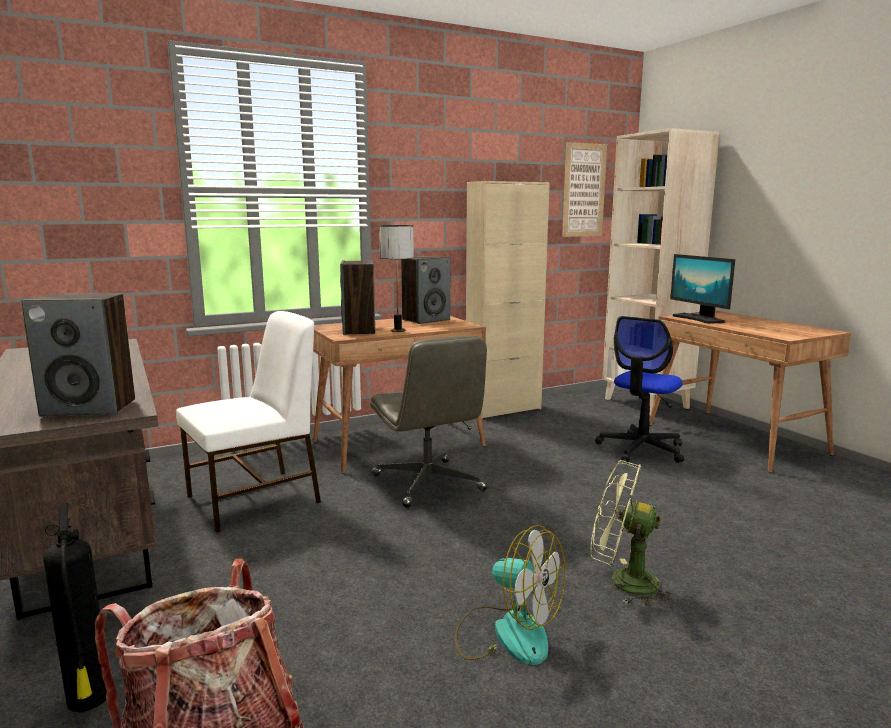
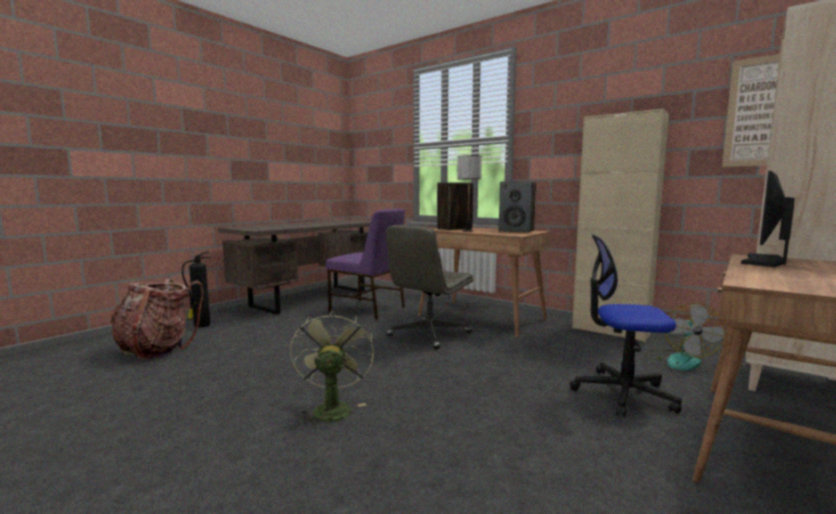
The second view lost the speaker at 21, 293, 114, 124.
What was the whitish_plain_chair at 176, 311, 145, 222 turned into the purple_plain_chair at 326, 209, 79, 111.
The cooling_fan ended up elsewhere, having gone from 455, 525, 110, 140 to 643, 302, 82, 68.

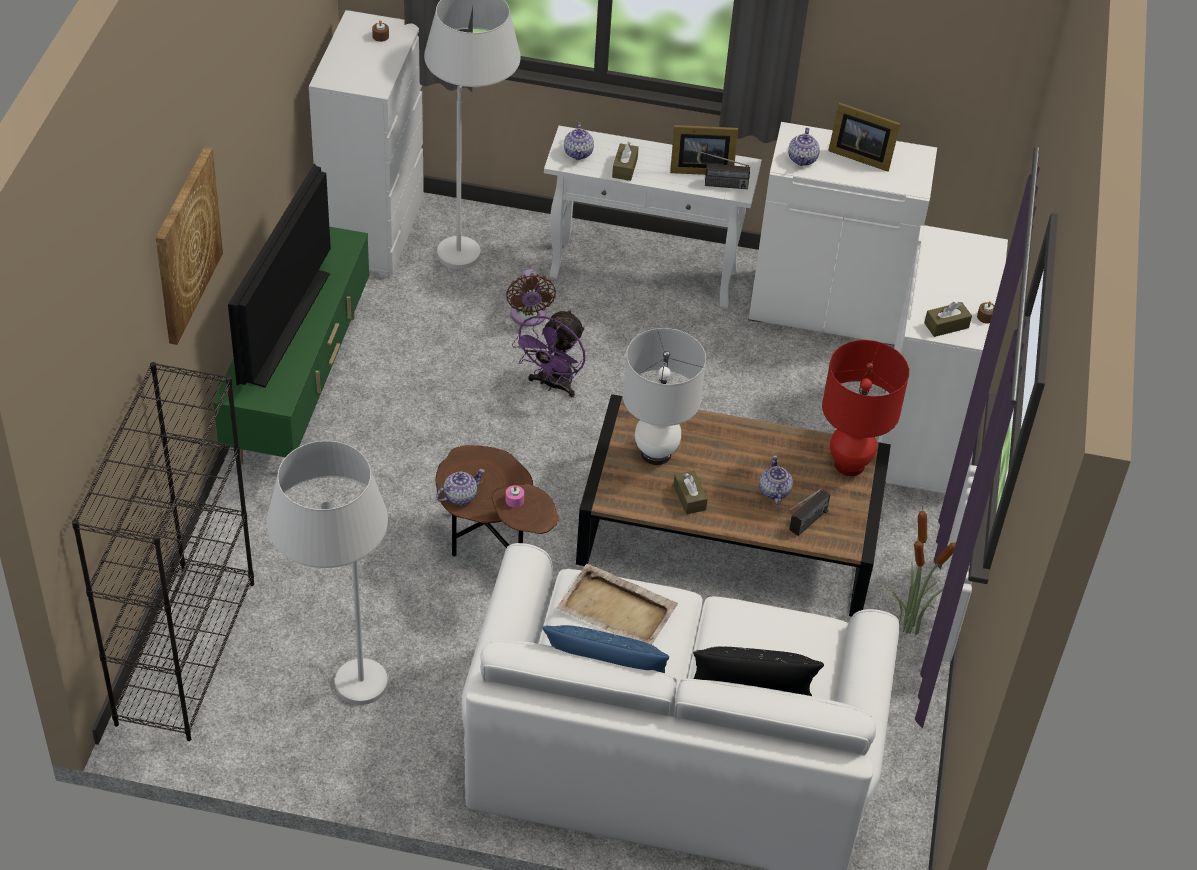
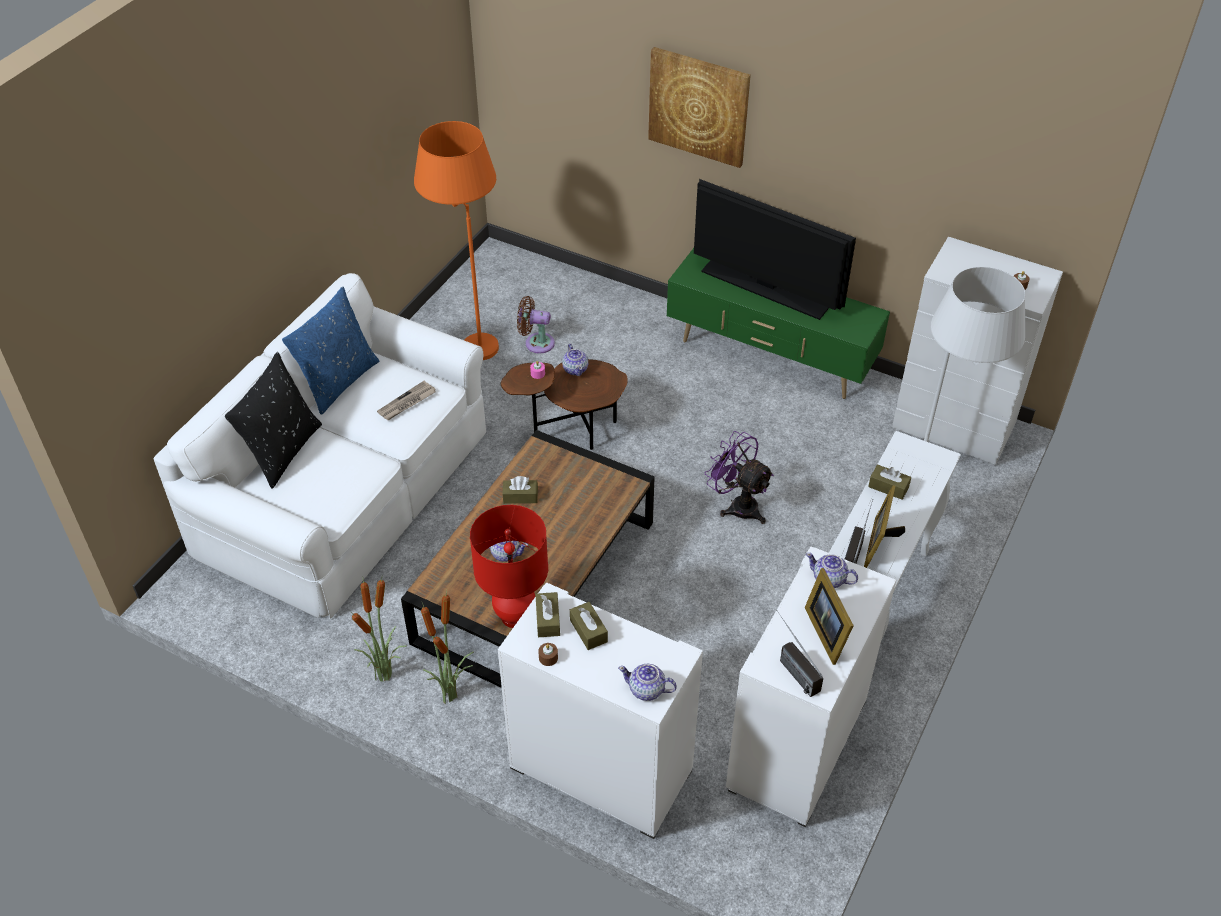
The second view lost the black_bookshelf at 72, 362, 182, 379.
What was the whitish_standing_lamp at 267, 441, 121, 264 turned into the orangey_standing_lamp at 414, 121, 85, 239.
The brownish_cooling_fan ended up elsewhere, having gone from 506, 269, 50, 58 to 517, 296, 38, 58.
Where the beige_tray stood at 556, 564, 122, 81, the printed_paper came to stand at 377, 381, 59, 39.
The tea_pot ended up elsewhere, having gone from 564, 122, 30, 38 to 618, 663, 59, 38.
The second view lost the whitish_lamp_for_a_table at 623, 328, 83, 137.
The radio_set ended up elsewhere, having gone from 779, 489, 51, 47 to 776, 610, 47, 87.
The picture_frame at 828, 103, 73, 69 ended up facing another way, 60 degrees counterclockwise from before.
The second view gained the houseplant at 421, 588, 53, 116.
The second view gained the brownish_tissue_holder at 570, 602, 38, 48.

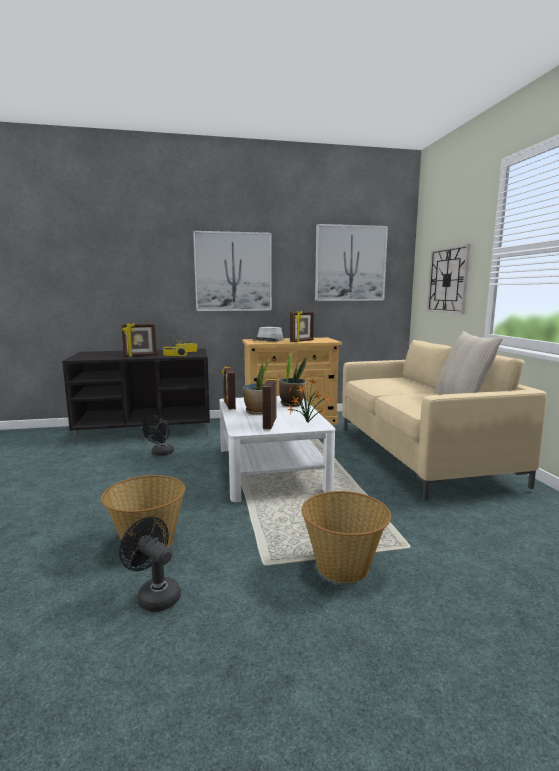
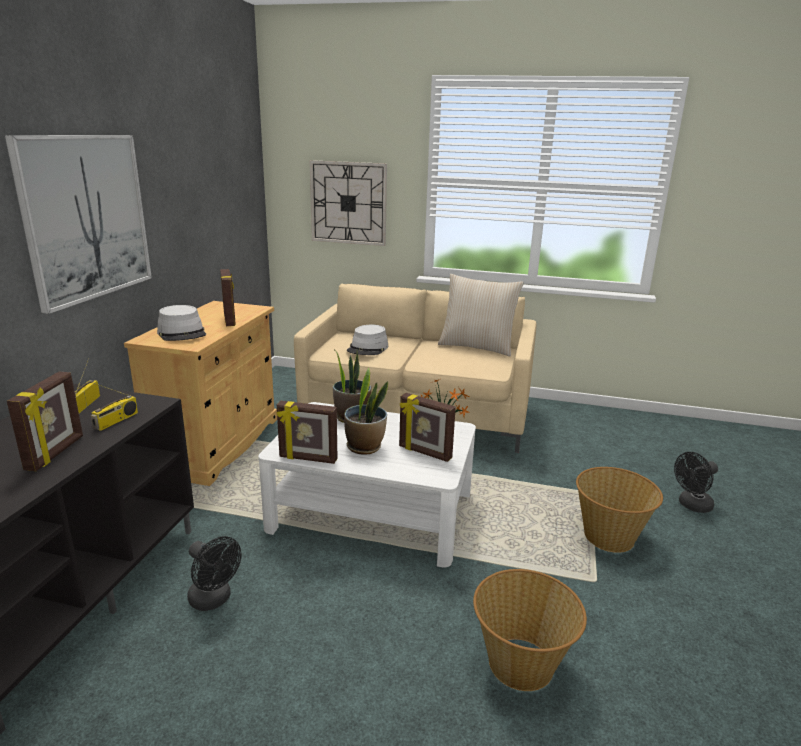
The black_cooling_fan ended up elsewhere, having gone from 119, 516, 62, 96 to 674, 452, 44, 61.
The second view lost the picture at 315, 224, 73, 77.
The second view gained the greyish_wearable_hat at 347, 325, 41, 30.

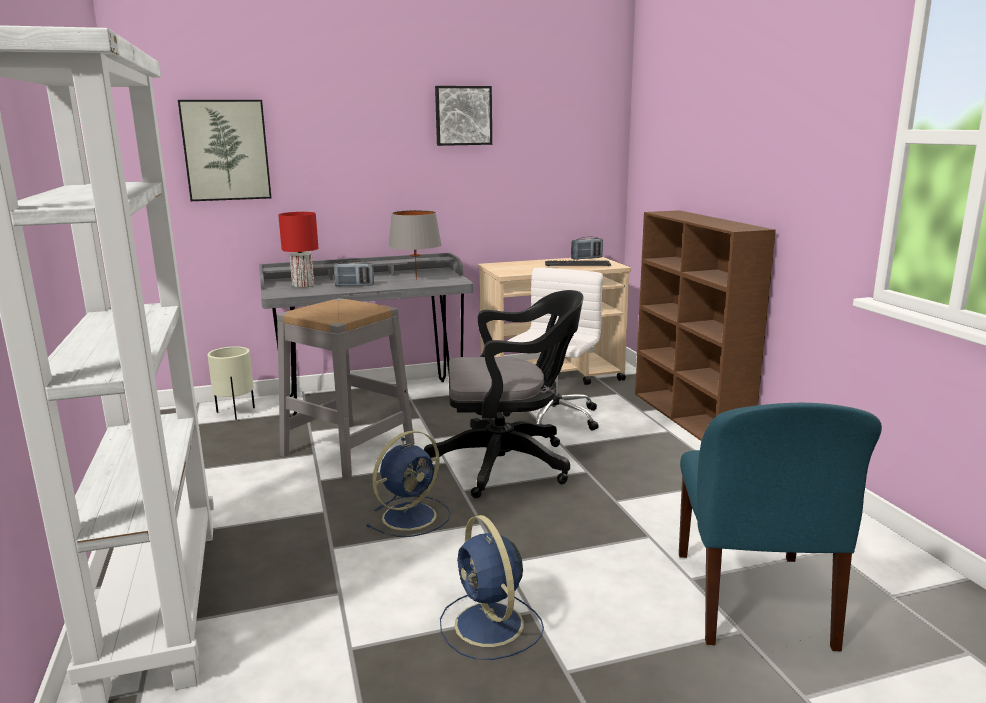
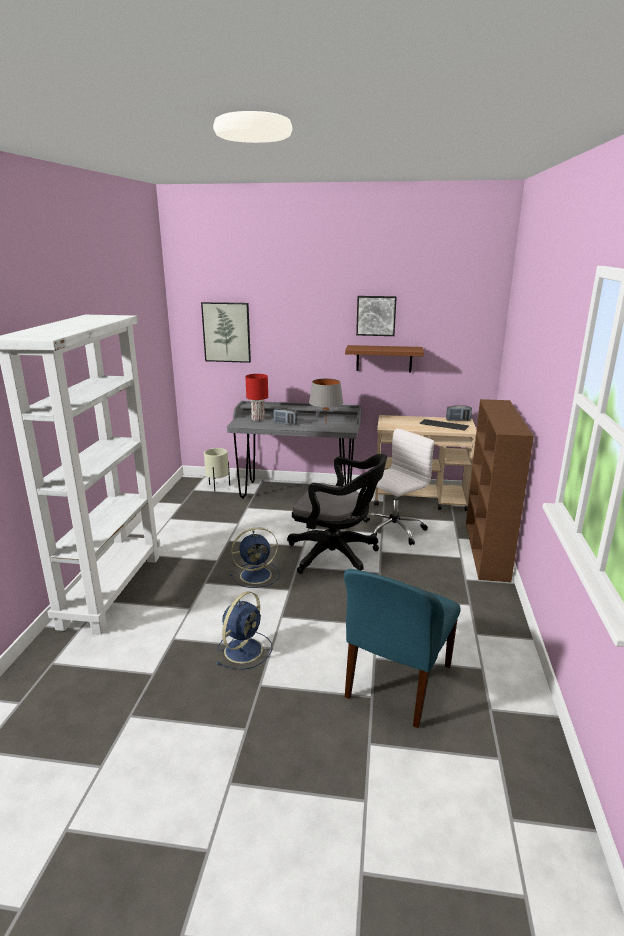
The second view lost the greyish_sitting_stool at 277, 298, 138, 181.
The blue-coloured_cooling_fan at 440, 515, 104, 145 ended up facing another way, 150 degrees counterclockwise from before.
The second view gained the brownish_wall_shelf at 345, 345, 79, 27.

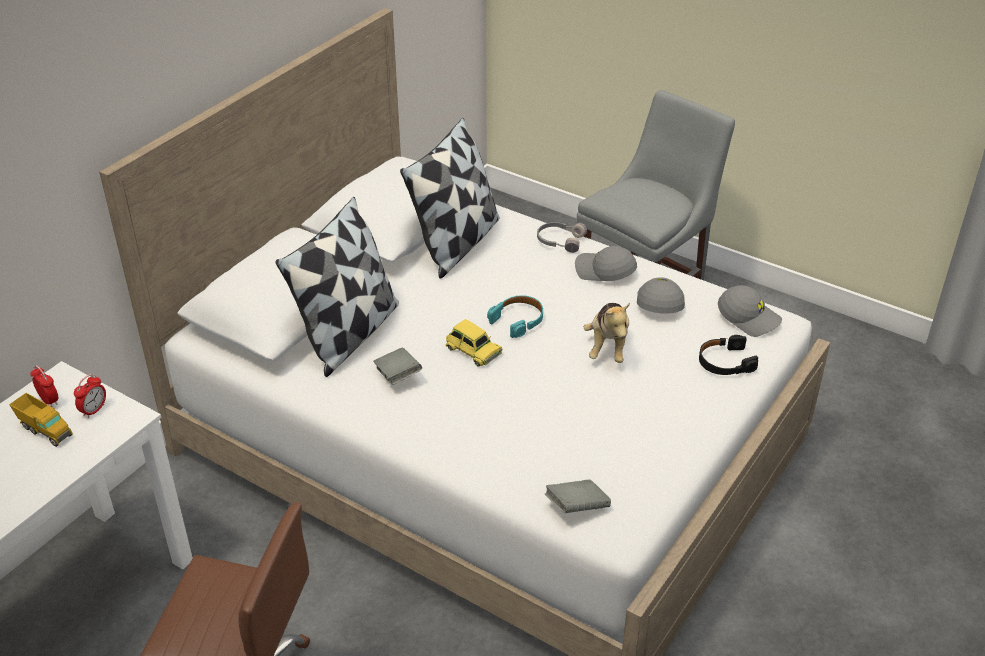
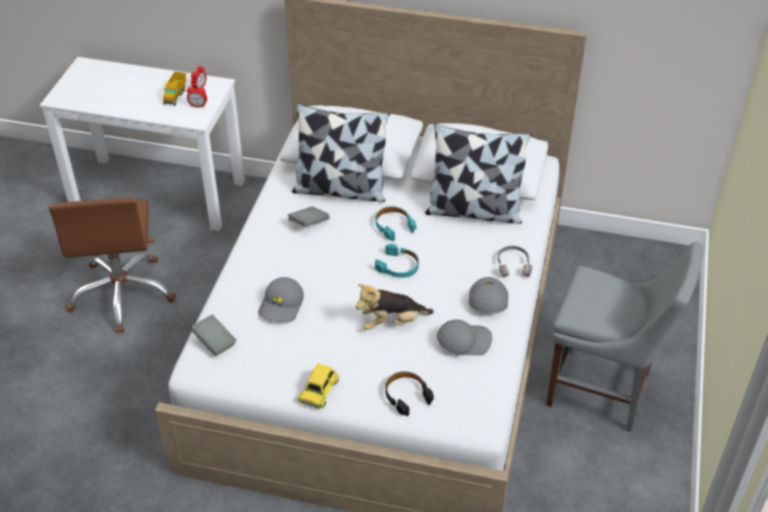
The yellow_toy_car ended up elsewhere, having gone from 446, 319, 57, 48 to 298, 363, 41, 46.
The greyish_cap ended up elsewhere, having gone from 718, 285, 64, 52 to 258, 277, 46, 45.
The second view gained the turquoise-coloured_headset at 375, 206, 41, 35.

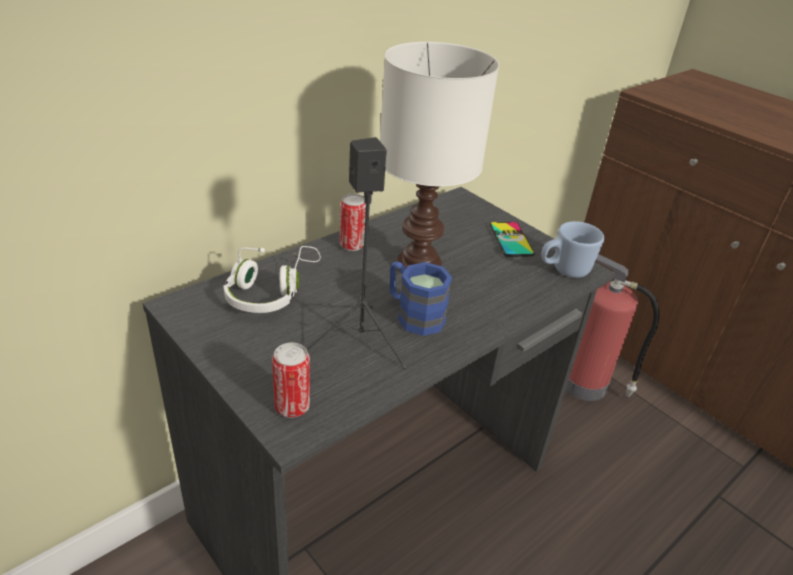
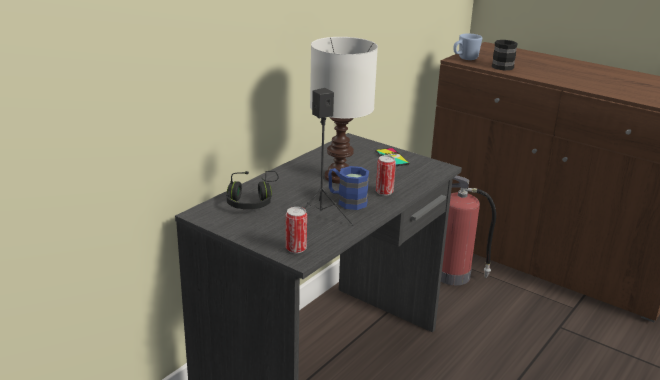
What was the whitish_headset at 223, 246, 98, 67 turned into the black_headset at 226, 171, 53, 38.
The sealed_can ended up elsewhere, having gone from 339, 194, 27, 57 to 376, 155, 20, 41.
The blue-coloured_tea_mug ended up elsewhere, having gone from 541, 221, 63, 57 to 453, 34, 29, 26.
The second view gained the black_tea_mug at 492, 40, 26, 31.

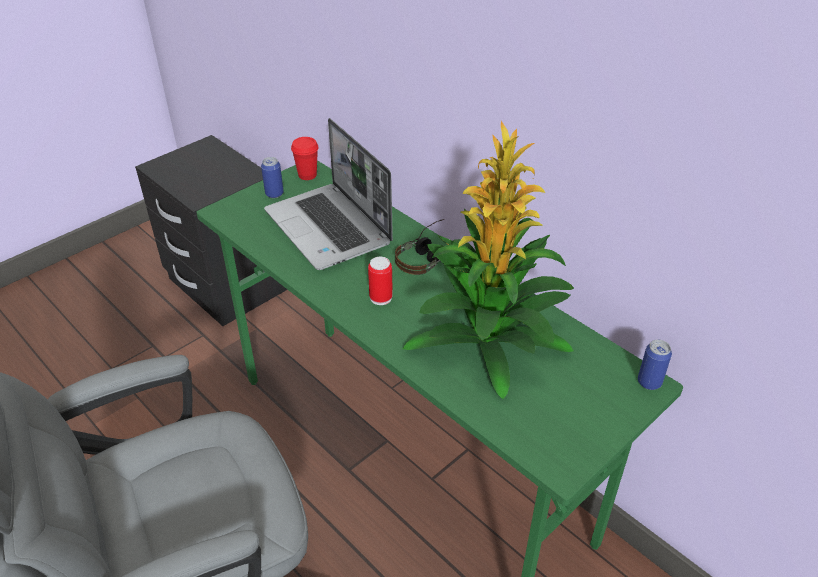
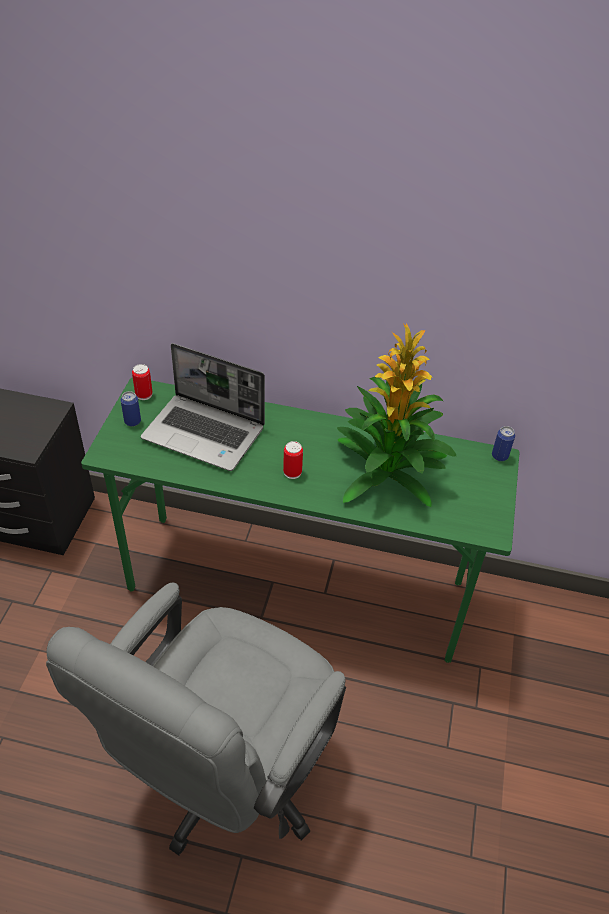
Where the red-coloured_cup stood at 291, 137, 28, 43, the sealed_can came to stand at 132, 364, 21, 36.
The second view lost the headset at 395, 219, 49, 56.

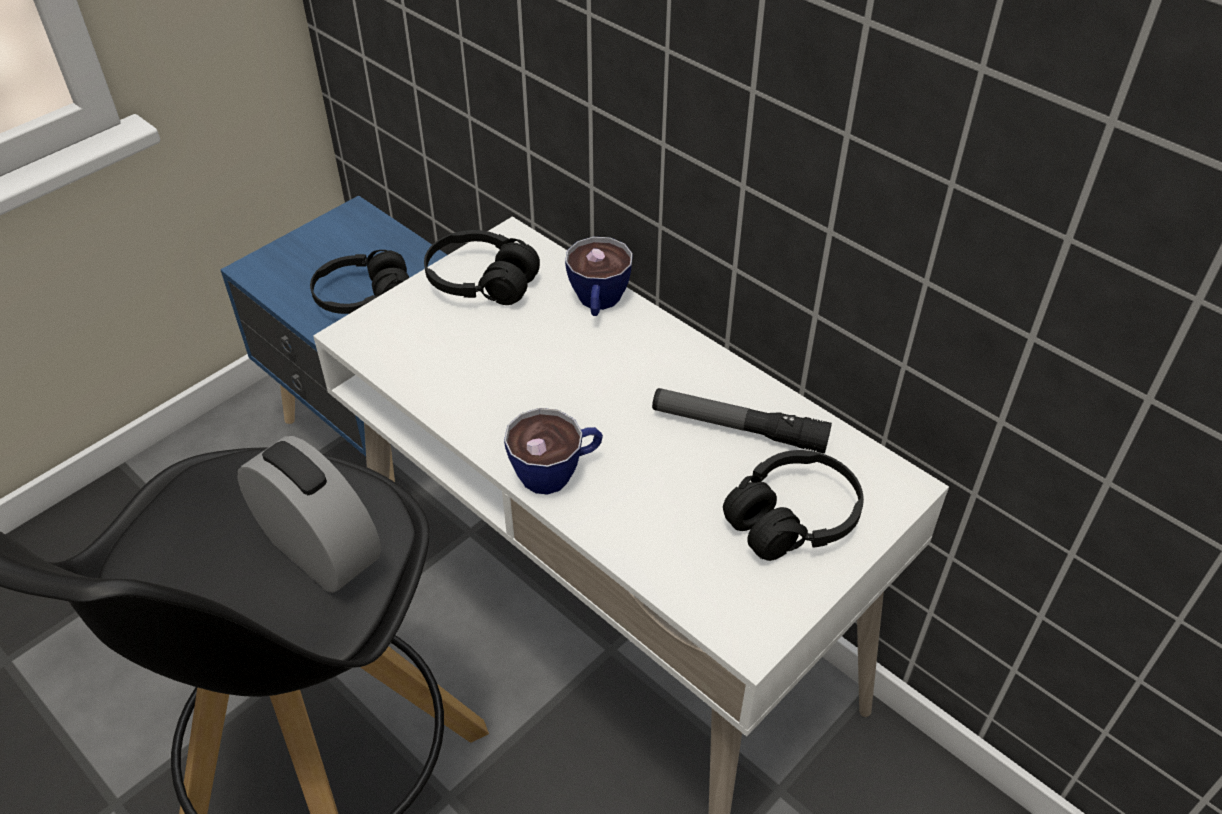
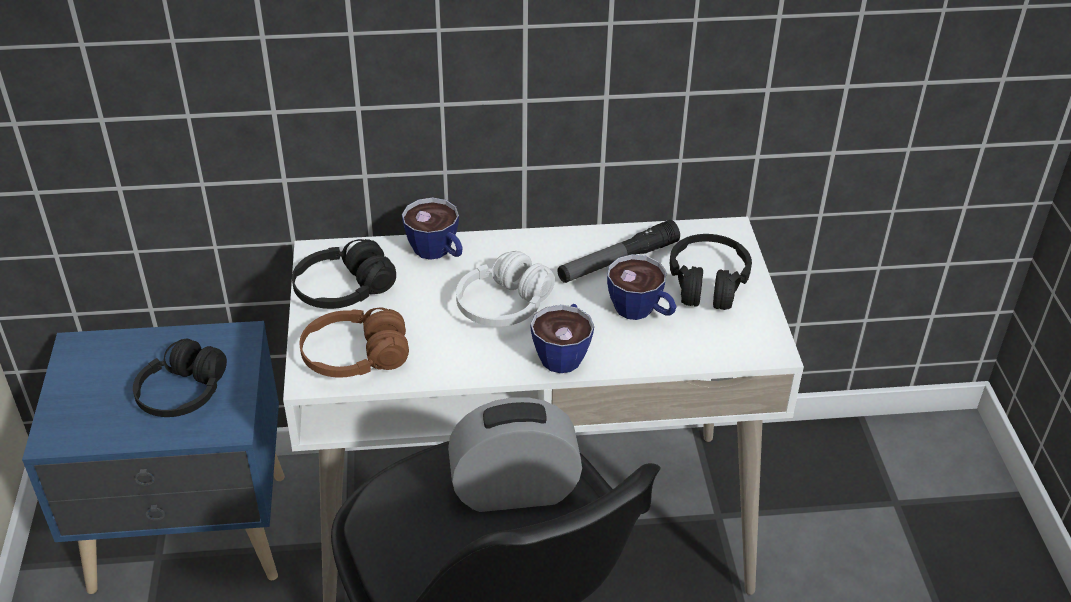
The second view gained the brownish_headset at 300, 308, 109, 70.
The second view gained the whitish_headset at 456, 251, 99, 76.
The second view gained the cup at 607, 254, 70, 66.

